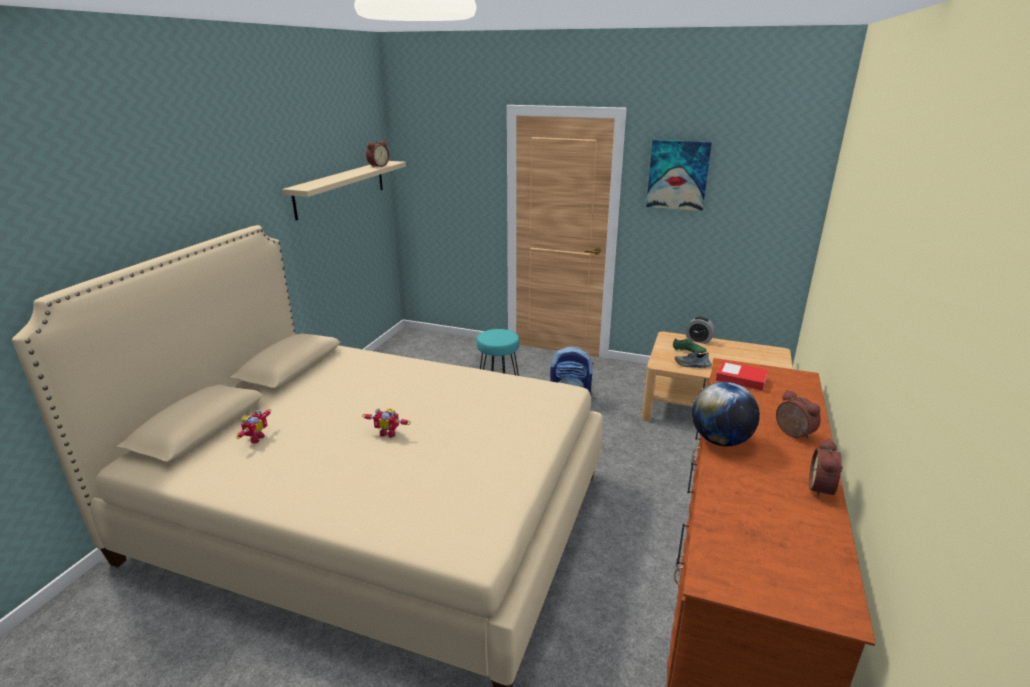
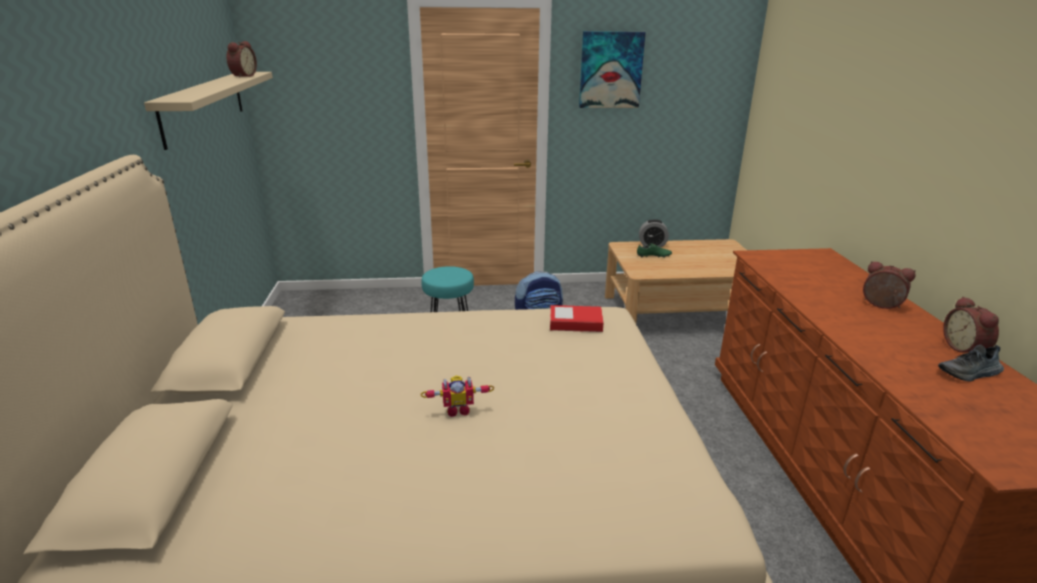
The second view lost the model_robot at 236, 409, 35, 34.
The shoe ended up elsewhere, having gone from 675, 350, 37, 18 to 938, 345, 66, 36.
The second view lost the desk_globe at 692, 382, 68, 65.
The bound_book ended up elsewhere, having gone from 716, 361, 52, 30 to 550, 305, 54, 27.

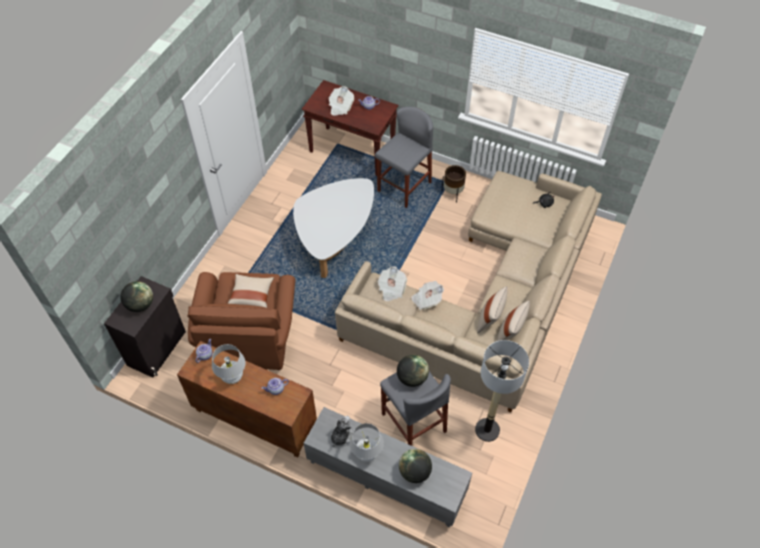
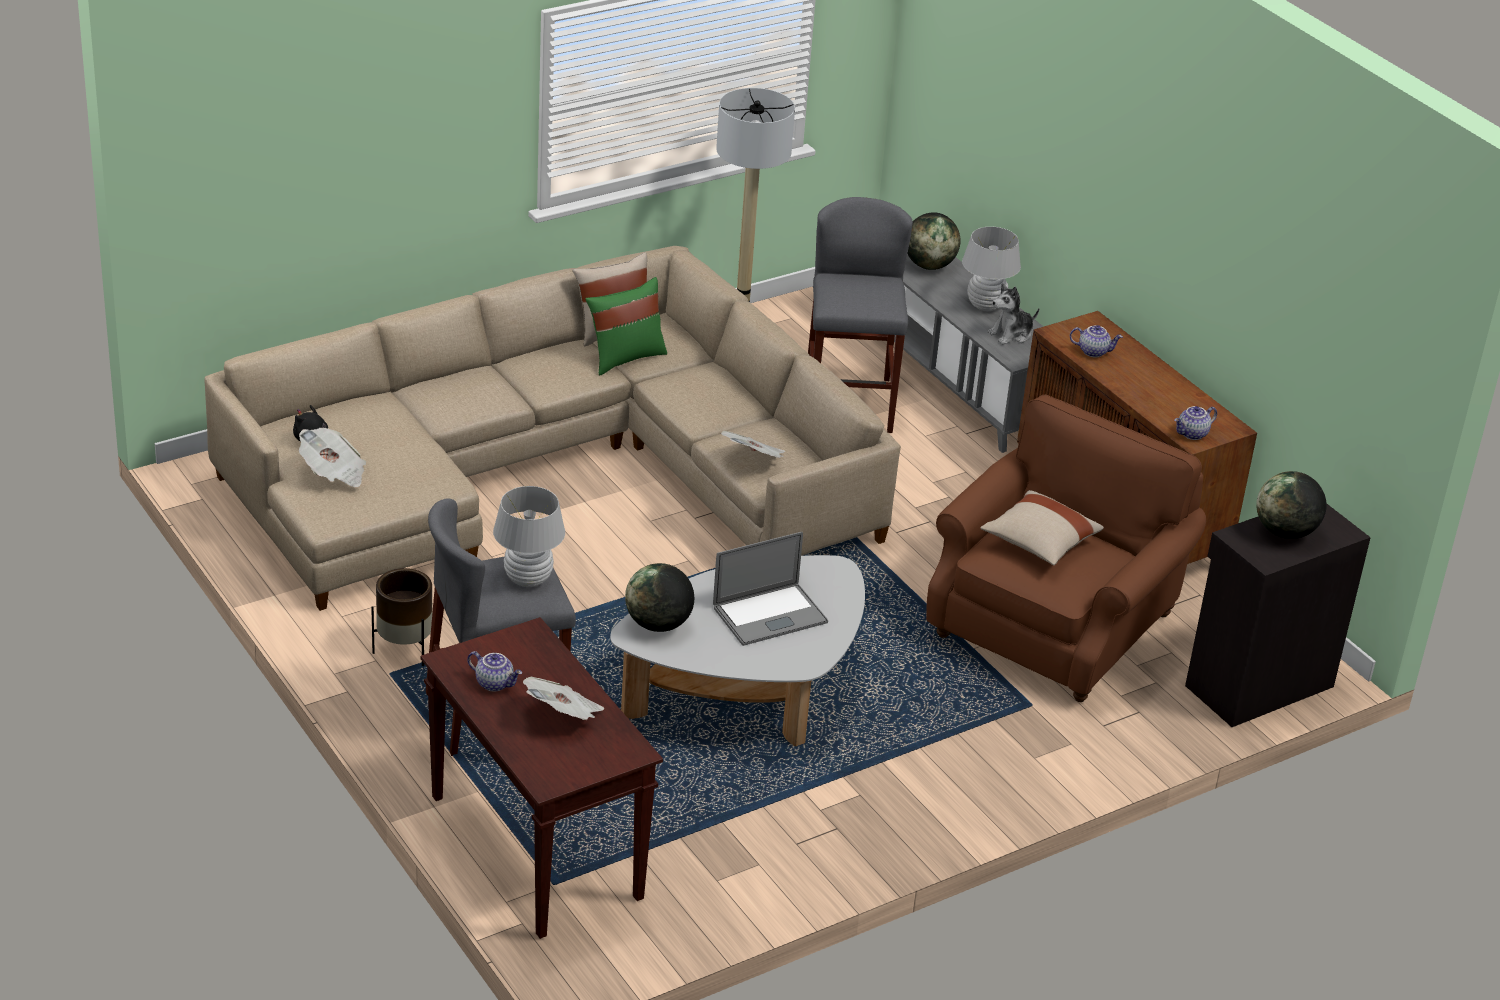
The whitish_lamp_for_a_table ended up elsewhere, having gone from 212, 344, 34, 40 to 493, 486, 72, 101.
The desk_globe ended up elsewhere, having gone from 397, 355, 32, 32 to 625, 563, 69, 69.
The printed_paper ended up elsewhere, having gone from 411, 281, 33, 29 to 299, 428, 67, 59.
What was the beige_pillow at 477, 286, 31, 48 turned into the greenish_pillow at 586, 277, 81, 98.
The second view gained the laptop at 713, 532, 115, 114.

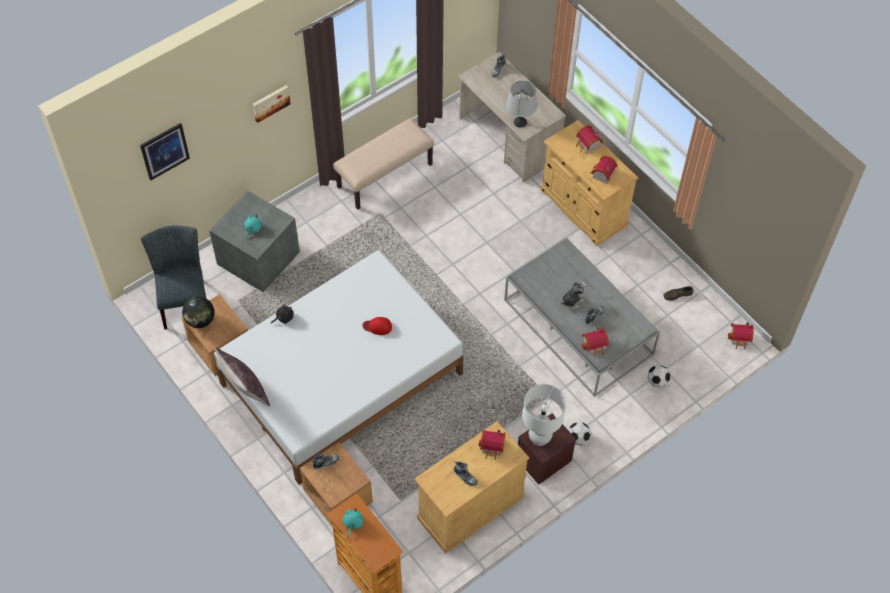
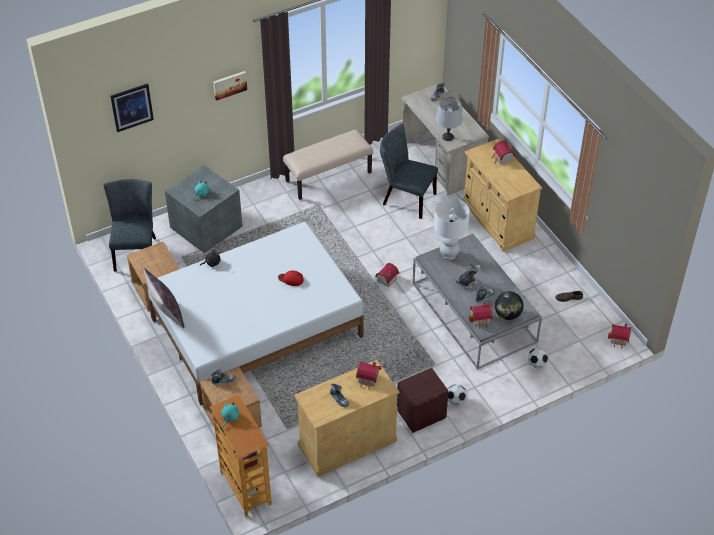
The desk_globe ended up elsewhere, having gone from 182, 297, 33, 31 to 495, 291, 28, 29.
The whitish_lamp_for_a_table ended up elsewhere, having gone from 522, 384, 44, 62 to 434, 198, 36, 62.
The model_house ended up elsewhere, having gone from 590, 156, 27, 28 to 375, 263, 24, 25.
The second view gained the greyish_plain_chair at 380, 123, 58, 96.

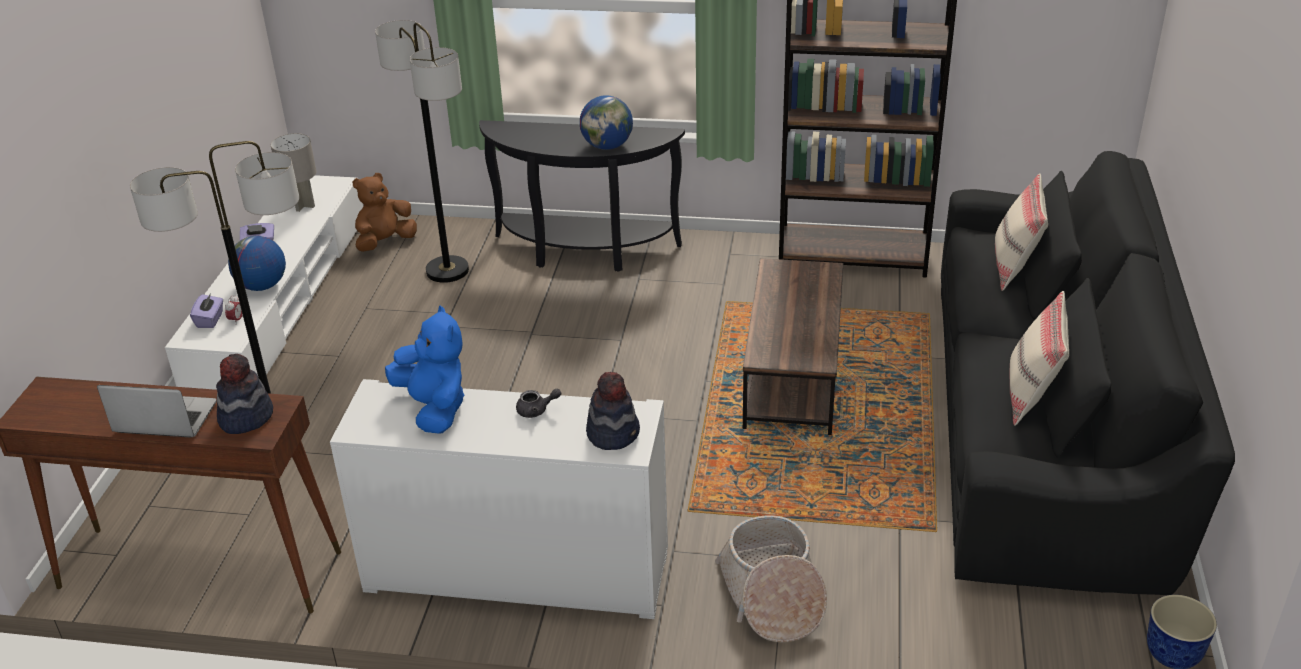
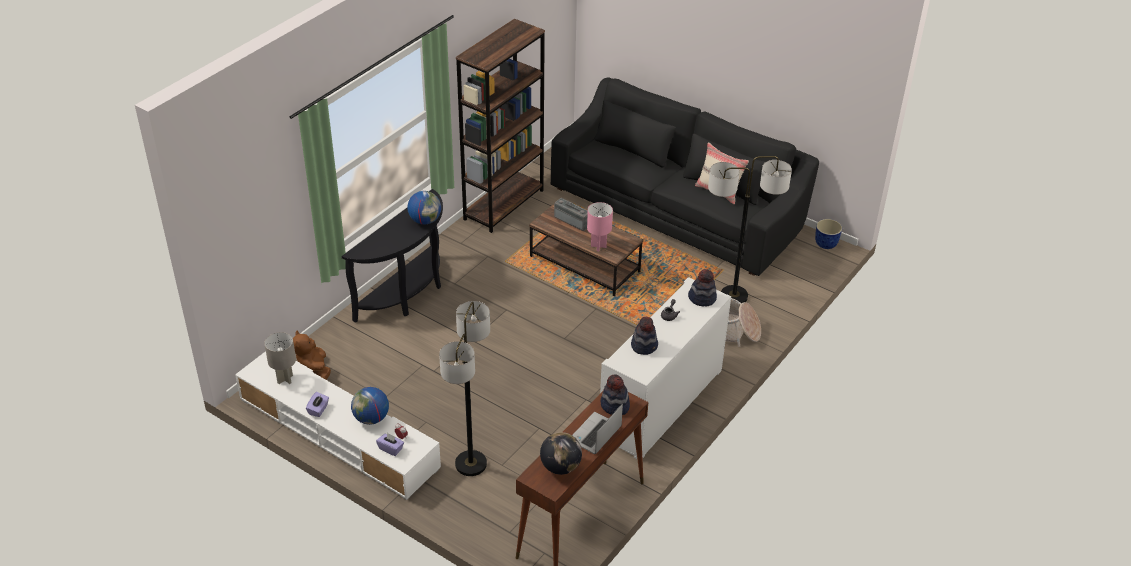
The standing_lamp ended up elsewhere, having gone from 375, 20, 94, 263 to 708, 156, 84, 148.
Where the blue-coloured_cuddly_toy stood at 385, 306, 80, 127, the wearable_hat came to stand at 631, 316, 27, 39.
The second view lost the beige_pillow at 995, 173, 53, 118.
The second view gained the desk_globe at 540, 432, 42, 43.
The second view gained the radio_set at 554, 198, 34, 33.
The second view gained the pink-coloured_lamp_for_a_table at 587, 202, 26, 49.

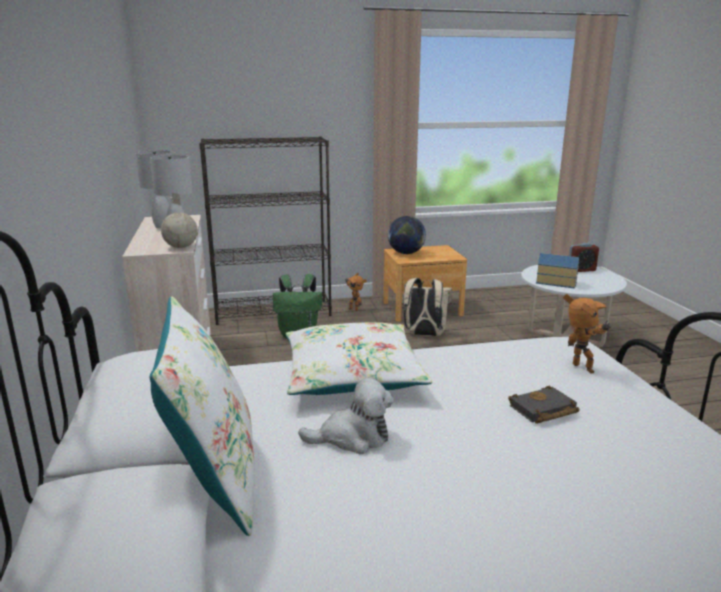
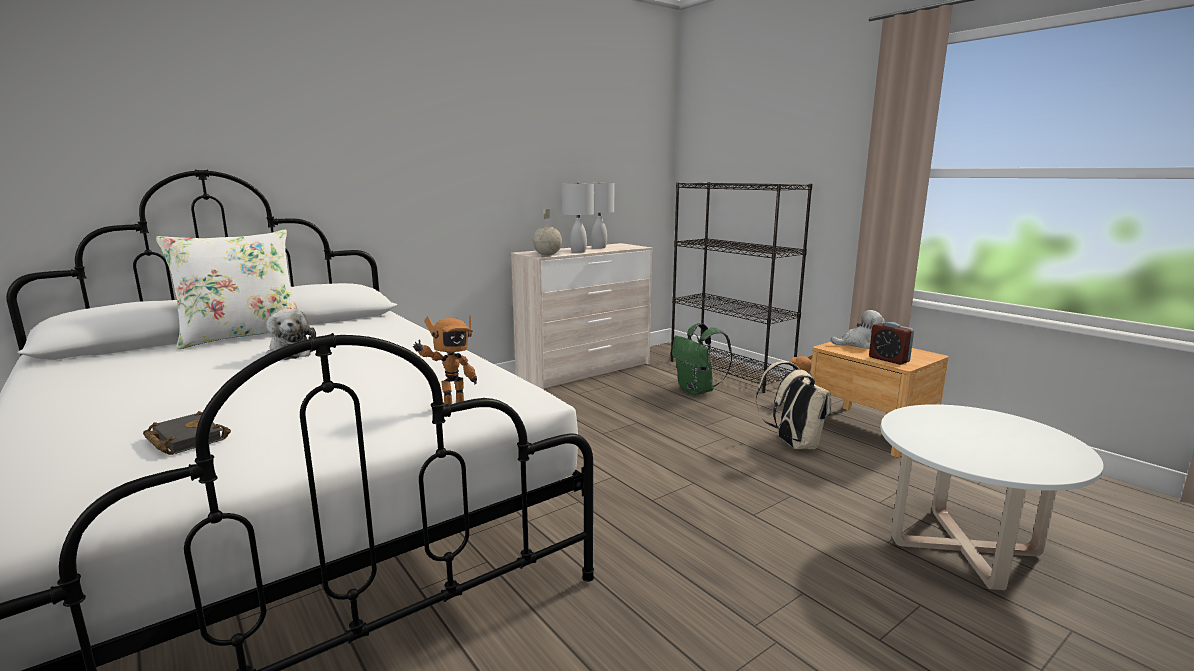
The second view lost the whitish_pillow at 286, 322, 146, 73.
Where the desk_globe stood at 388, 216, 38, 38, the cuddly_toy came to stand at 831, 310, 54, 39.
The black_bound_book ended up elsewhere, having gone from 508, 386, 72, 38 to 143, 411, 88, 44.
The second view lost the model_house at 536, 253, 43, 36.
The alarm_clock ended up elsewhere, having gone from 569, 243, 30, 29 to 869, 322, 45, 43.

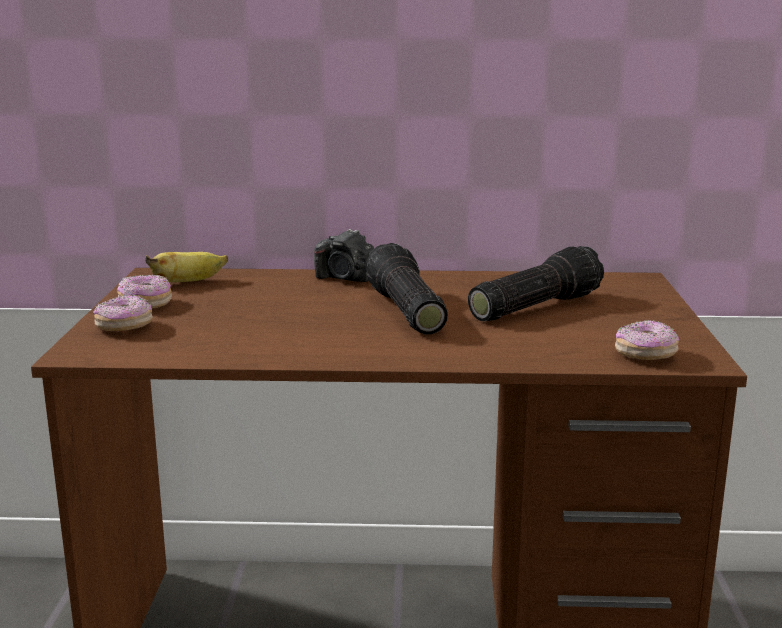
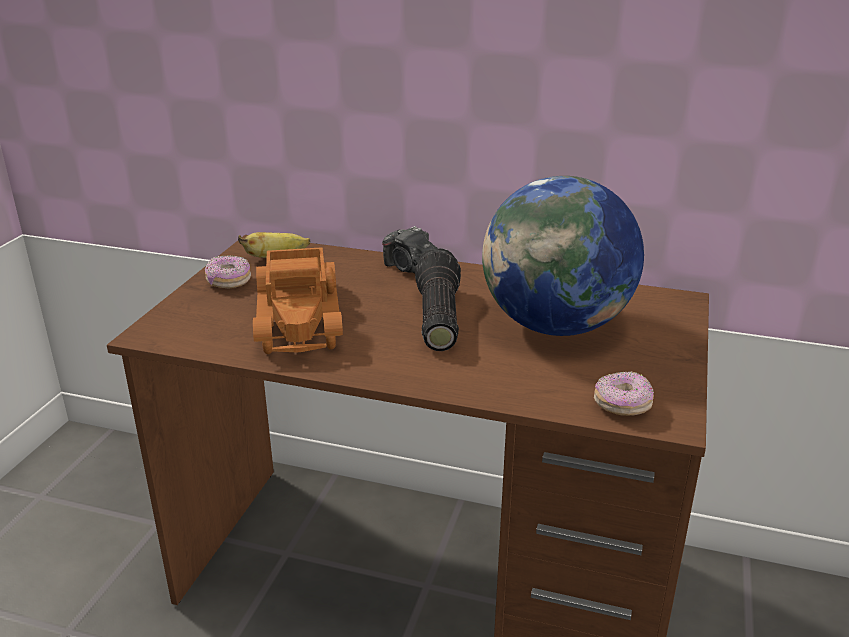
The second view lost the ring_doughnut at 94, 294, 59, 37.
Where the hand_torch stood at 468, 246, 136, 75, the desk_globe came to stand at 482, 176, 162, 160.
The second view gained the model_truck at 253, 247, 90, 107.

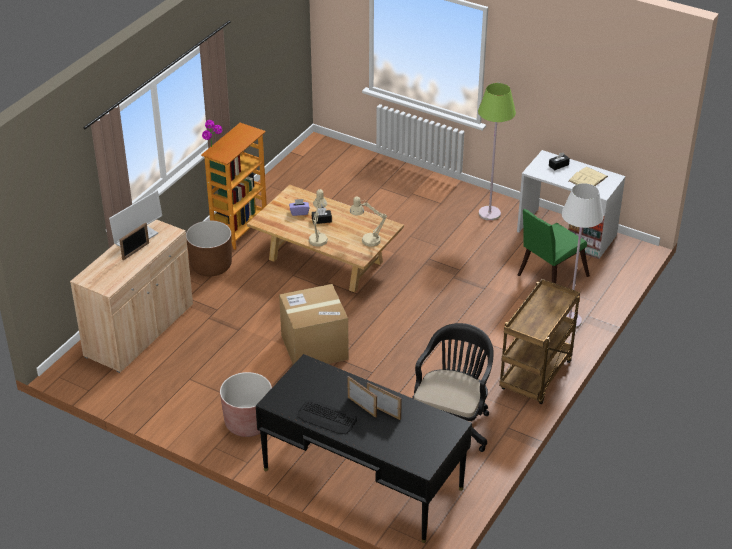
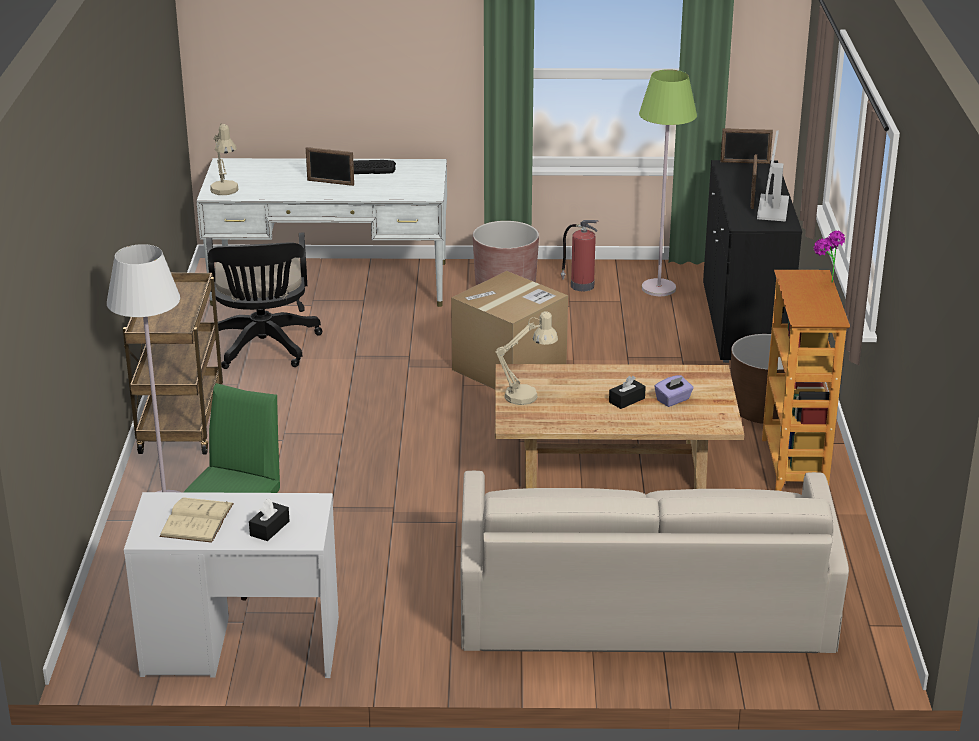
What was the beige_cupboard at 70, 219, 123, 154 turned into the black_cupboard at 703, 160, 99, 203.
What was the black_desk_unit at 256, 354, 216, 189 turned into the whitish_desk_unit at 196, 158, 251, 149.
The beige_lamp_for_a_table ended up elsewhere, having gone from 309, 189, 19, 57 to 210, 123, 29, 72.
The picture_frame ended up elsewhere, having gone from 367, 382, 35, 38 to 720, 128, 53, 36.
The greenish_standing_lamp ended up elsewhere, having gone from 478, 83, 38, 138 to 639, 69, 58, 227.
The second view gained the beige_sofa at 460, 471, 389, 182.
The second view gained the fire-fighting_cylinder at 561, 220, 38, 71.

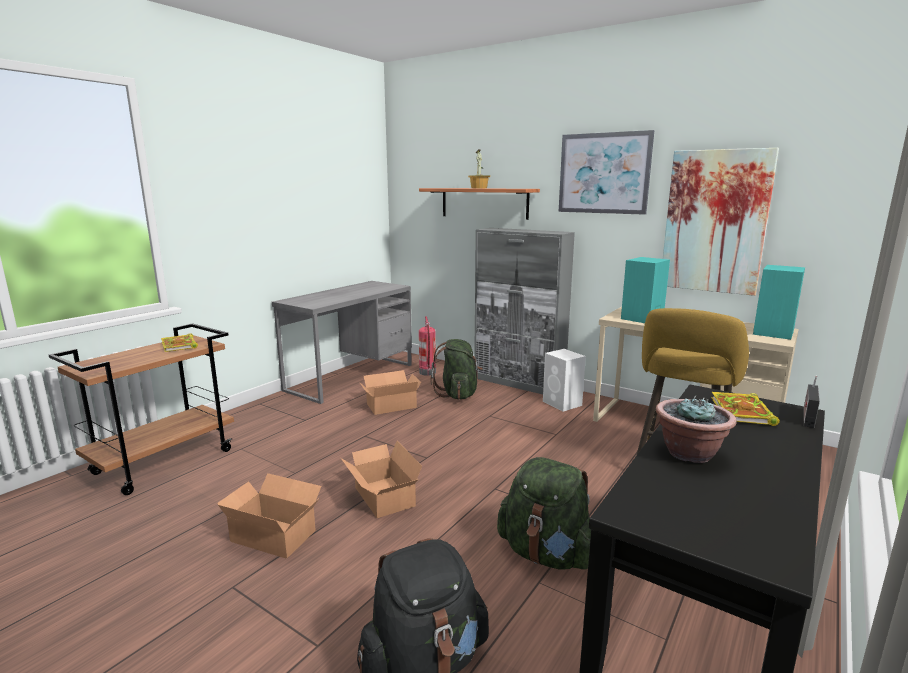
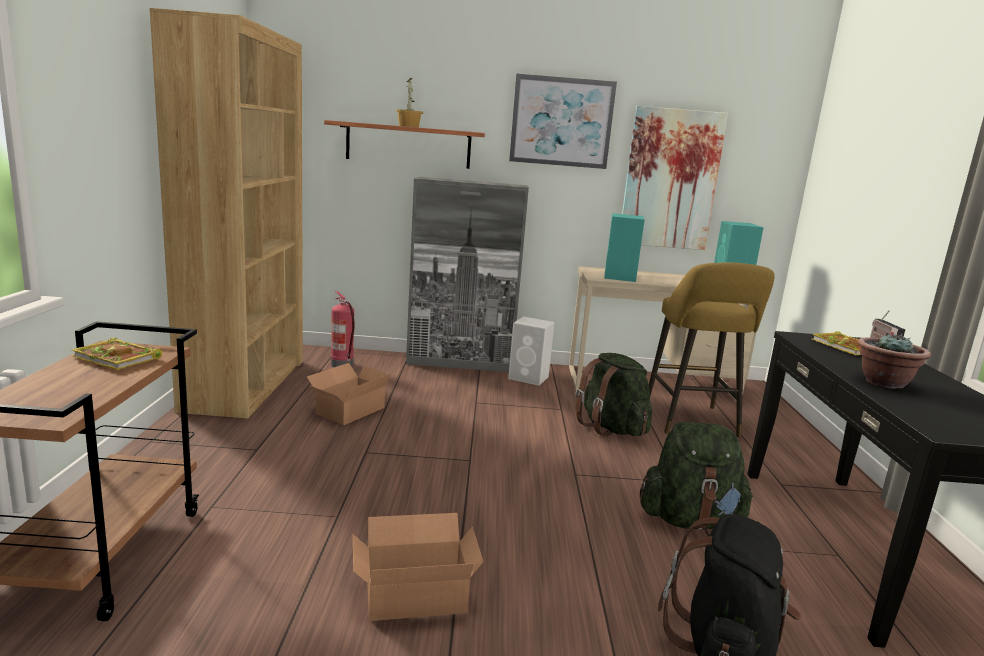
Where the greyish_desk_unit stood at 272, 281, 140, 123, the brownish_bookshelf came to stand at 150, 8, 153, 410.
The second view lost the cardboard_box at 341, 441, 81, 77.
The greenish_rucksack ended up elsewhere, having gone from 431, 339, 52, 60 to 575, 353, 77, 84.

